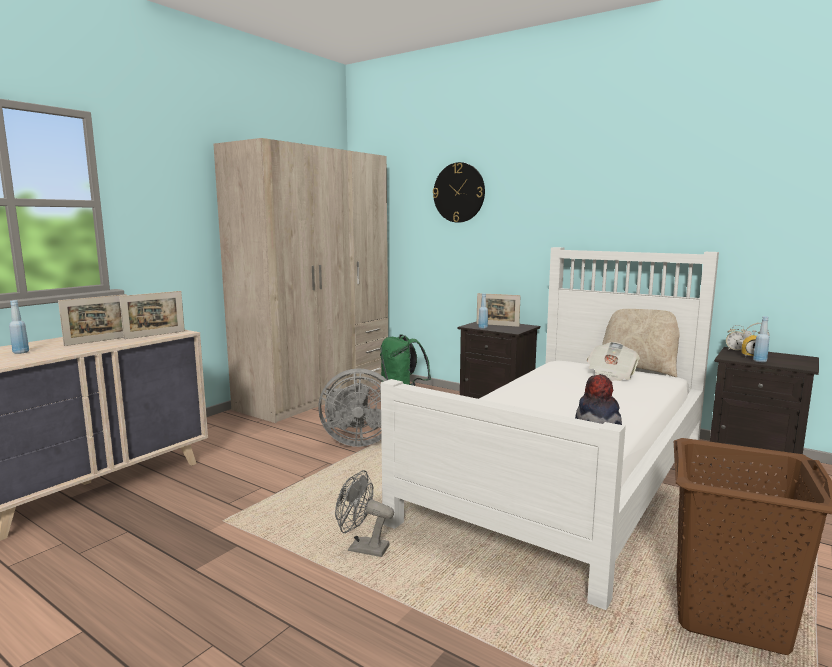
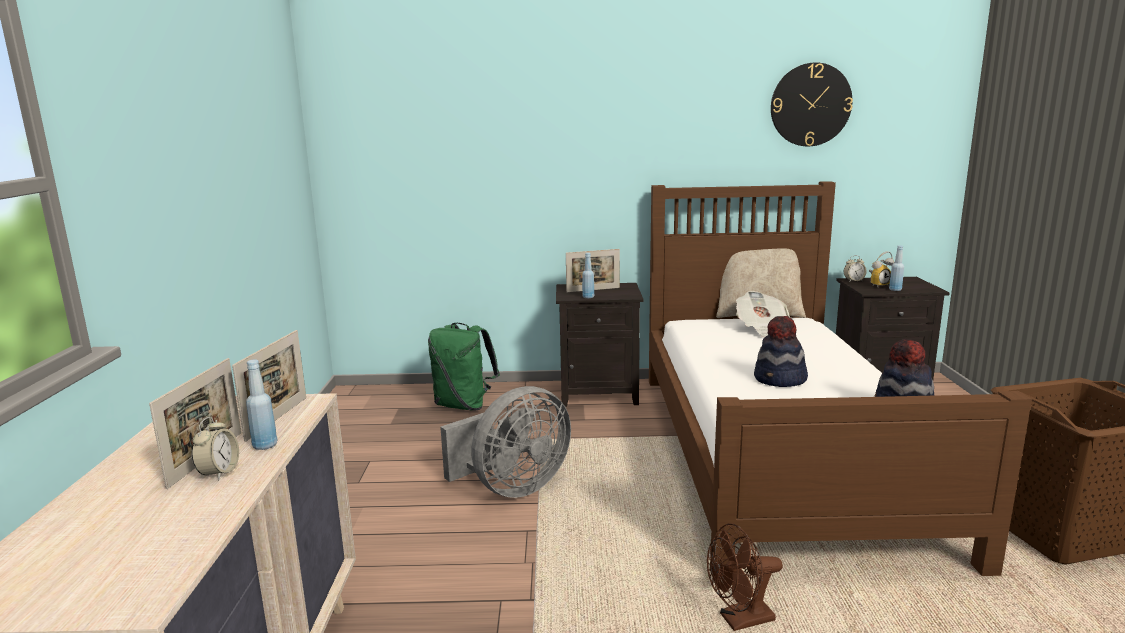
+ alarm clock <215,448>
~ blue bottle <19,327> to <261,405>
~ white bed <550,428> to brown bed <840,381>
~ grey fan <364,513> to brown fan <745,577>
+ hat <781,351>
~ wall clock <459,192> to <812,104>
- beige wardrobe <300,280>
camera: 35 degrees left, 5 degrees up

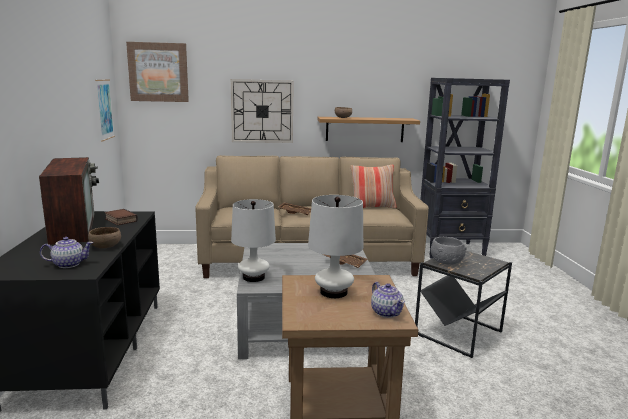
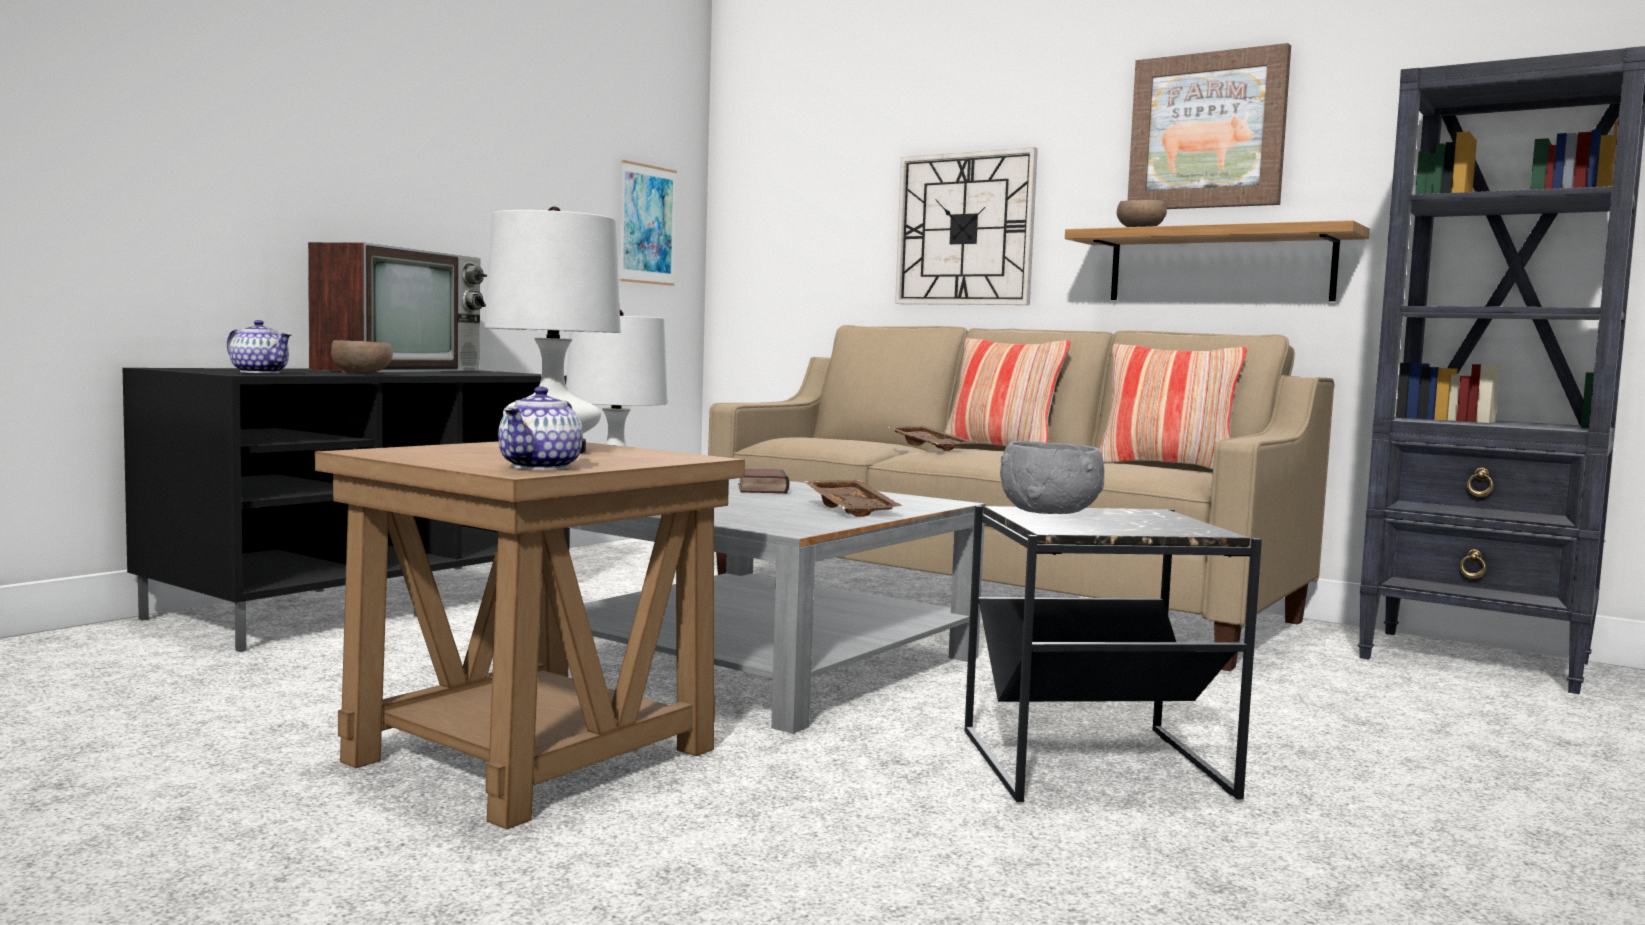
~ book <121,217> to <763,481>
+ pillow <1007,392>
~ picture <157,72> to <1209,126>
camera: 40 degrees right, 10 degrees down

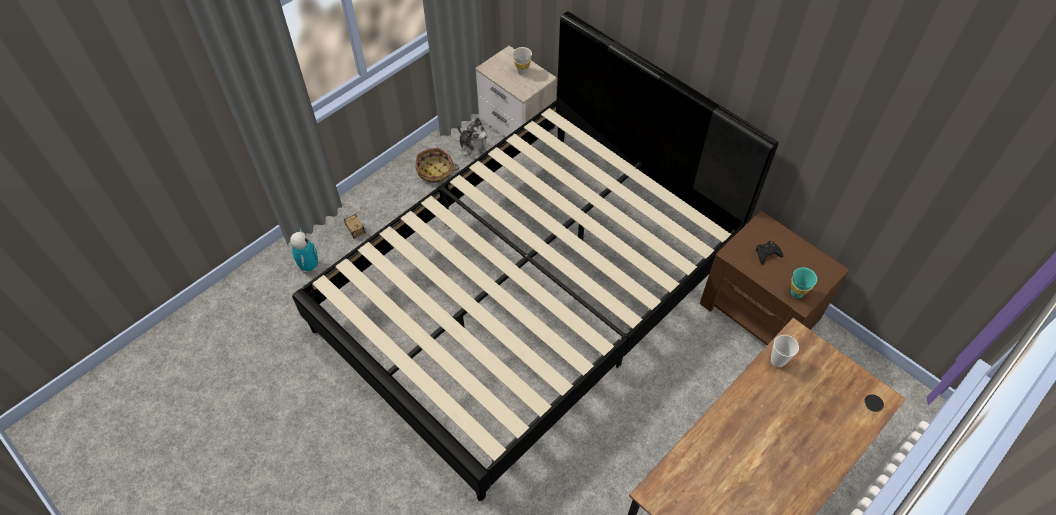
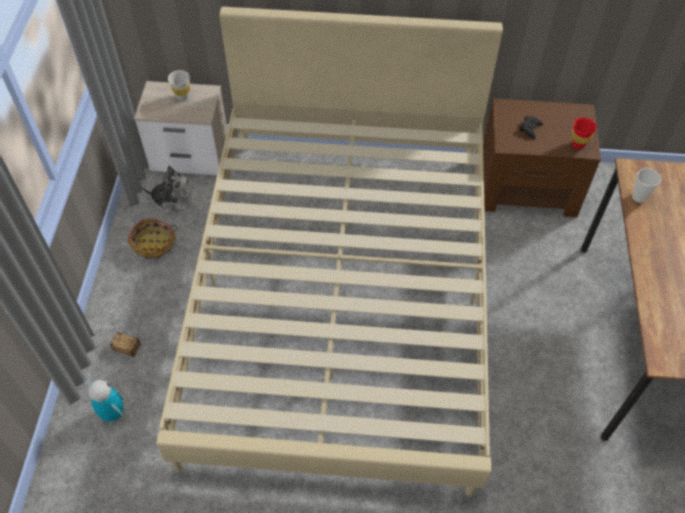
~ black bed <535,256> to beige bed <329,251>
~ turquoise cup <804,282> to red cup <584,133>
camera: 40 degrees left, 0 degrees up

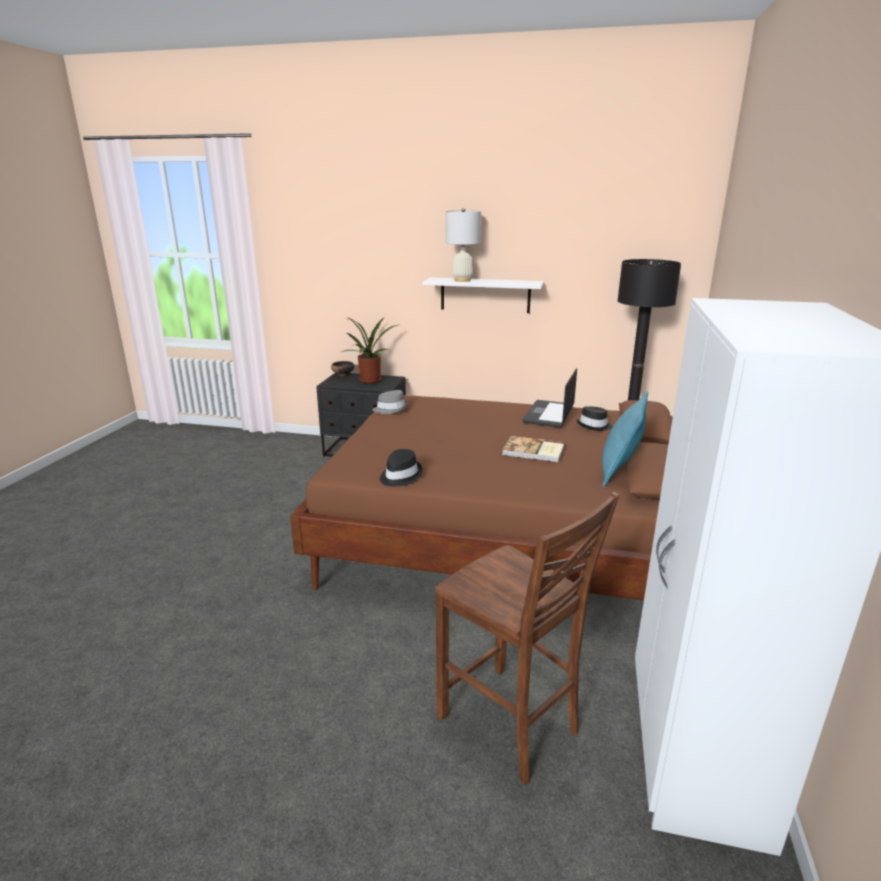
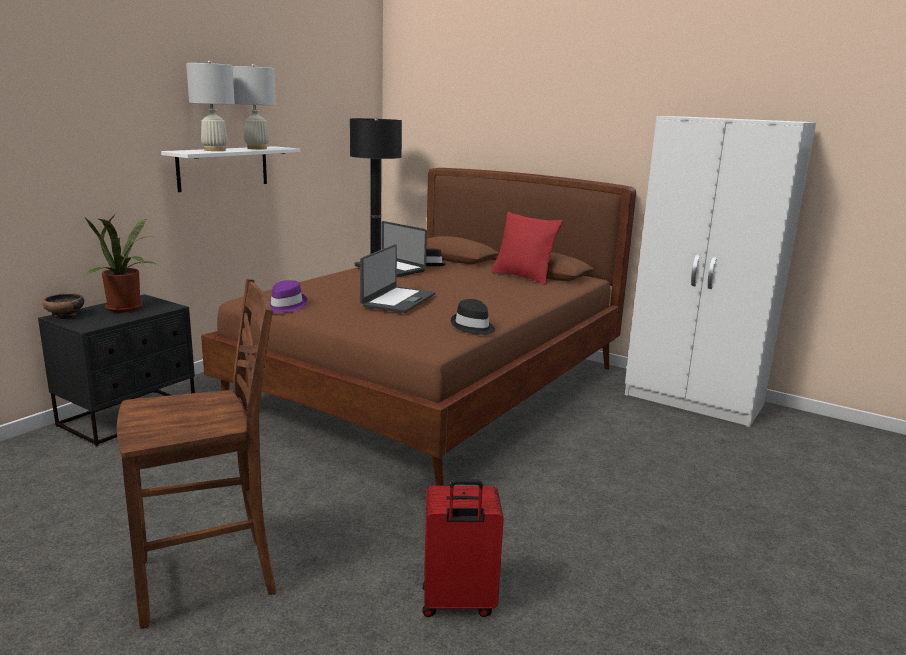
~ brown chair <527,638> to <196,454>
+ white table lamp <254,106>
~ grey hat <390,402> to purple hat <288,296>
+ laptop <398,278>
+ red suitcase <463,548>
~ turquoise pillow <625,439> to red pillow <527,248>
- book <533,449>
camera: 70 degrees left, 5 degrees down

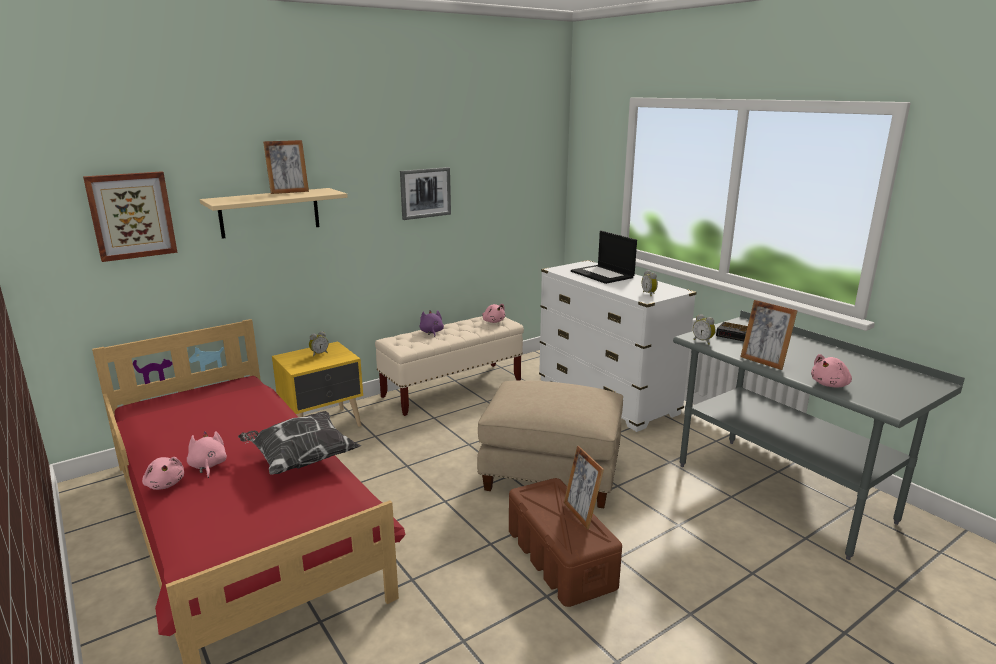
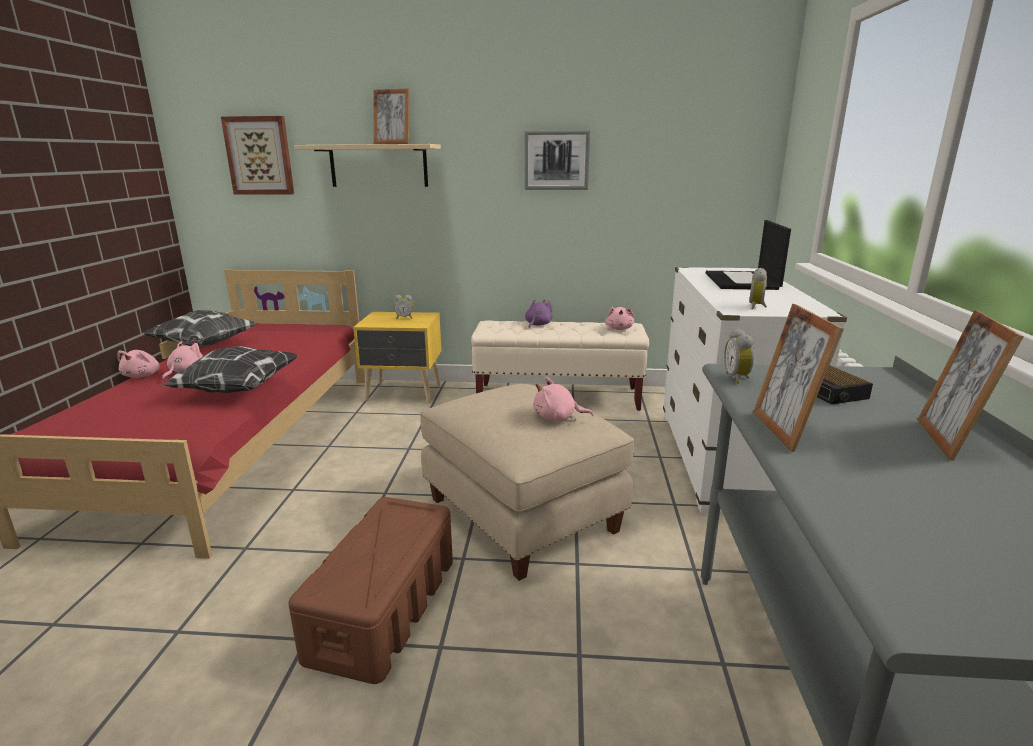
+ pillow <201,328>
~ pink plush toy <831,370> to <563,399>
~ picture frame <584,487> to <970,385>
camera: 40 degrees right, 0 degrees up

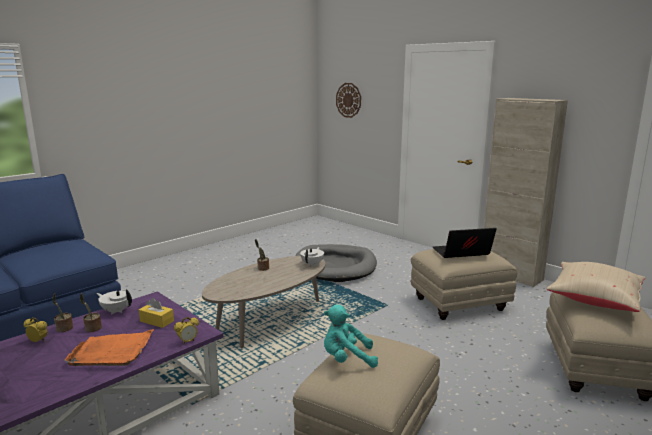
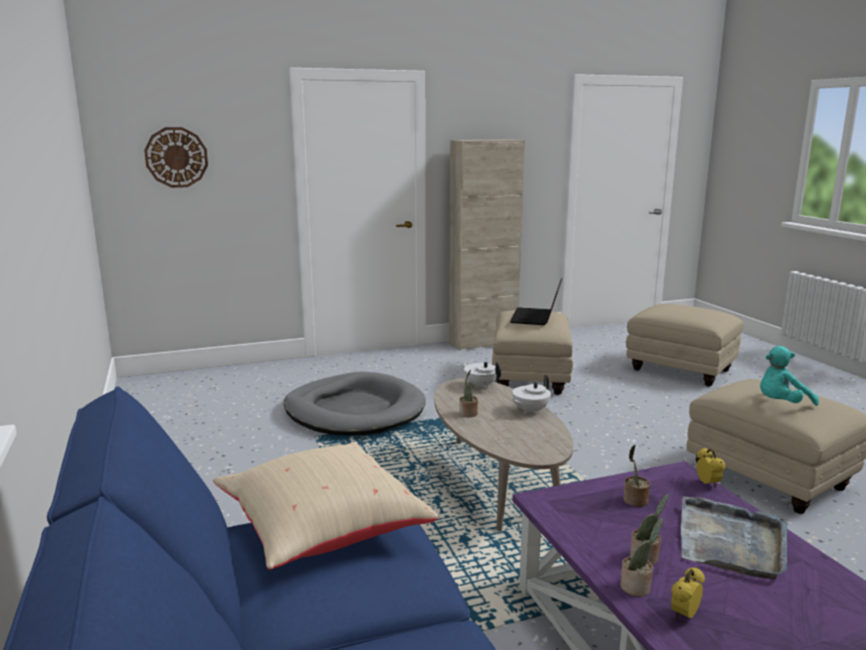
~ beige pillow <596,287> to <325,505>
~ white teapot <114,301> to <531,394>
~ yellow tissue box <156,313> to potted plant <636,476>
~ orange tray <109,347> to grey tray <734,538>
~ turquoise plush toy <351,336> = <789,376> 45 degrees clockwise
camera: 65 degrees left, 0 degrees up

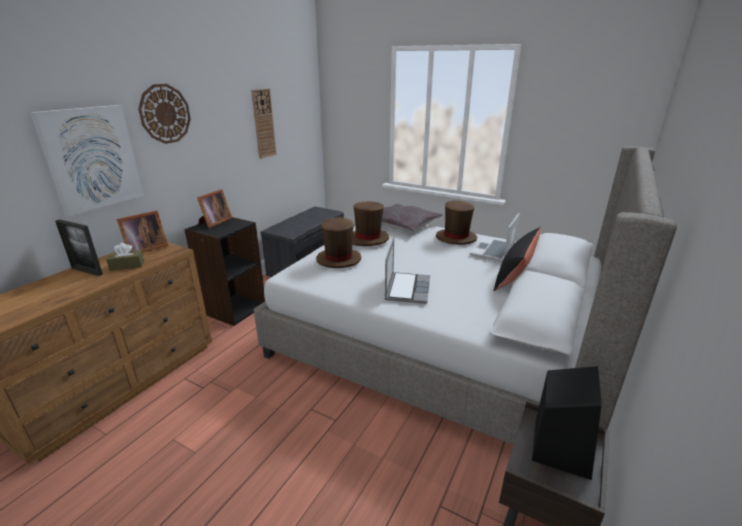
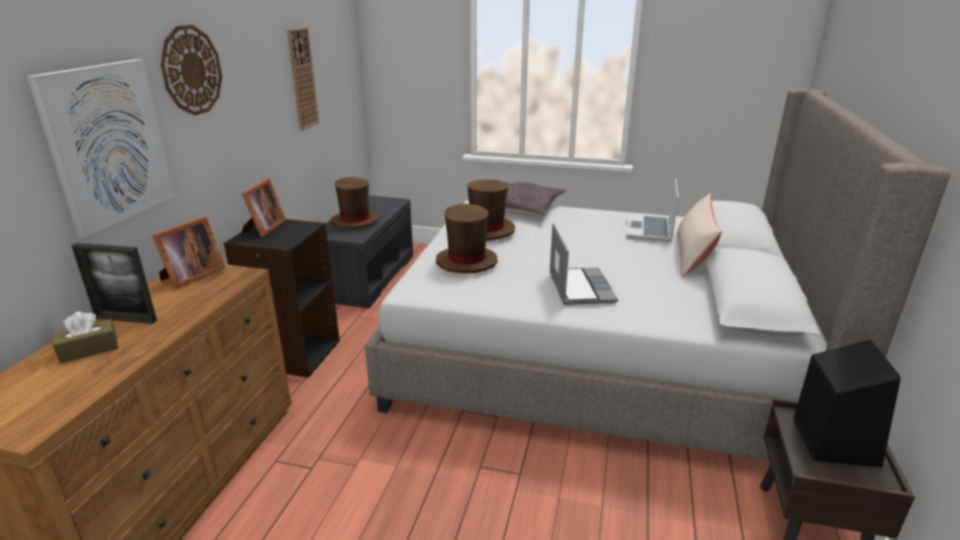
~ brown tissue box <125,257> to <85,337>
~ brown hat <456,222> to <355,203>
~ black pillow <517,259> to beige pillow <699,236>
camera: 15 degrees left, 0 degrees up

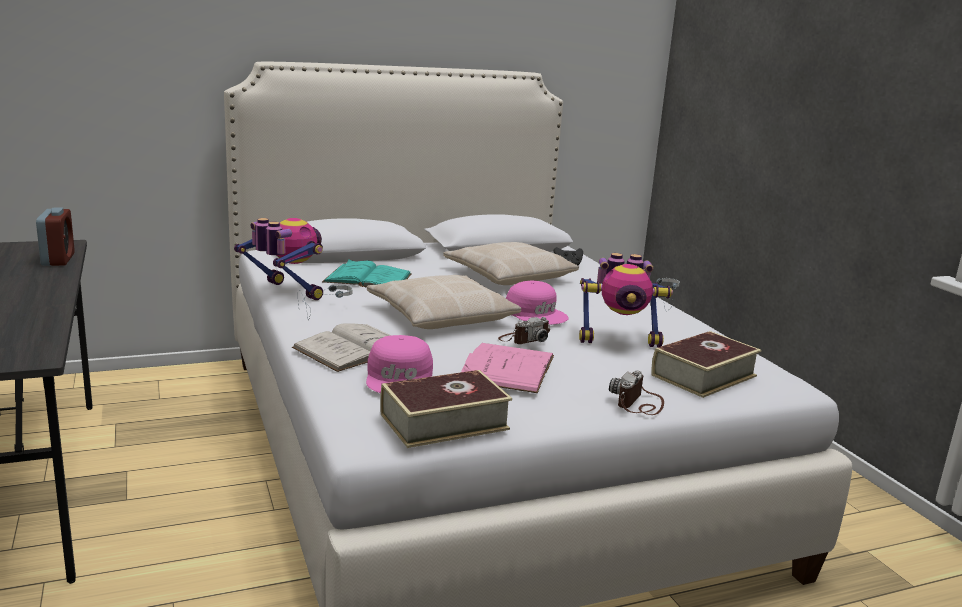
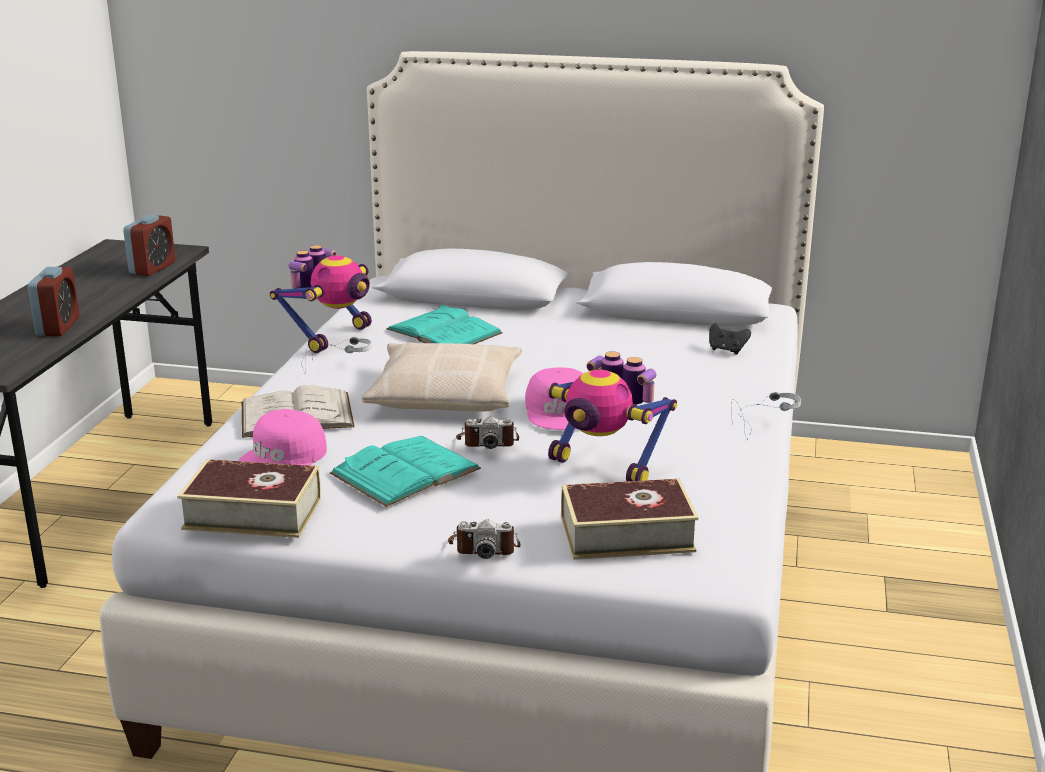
+ alarm clock <53,301>
~ toy robot <278,259> = <321,299> 45 degrees clockwise
~ pink book <507,368> to turquoise book <405,471>
~ photo camera <636,393> = <484,539> 150 degrees counterclockwise
- beige pillow <511,263>
camera: 35 degrees right, 5 degrees up

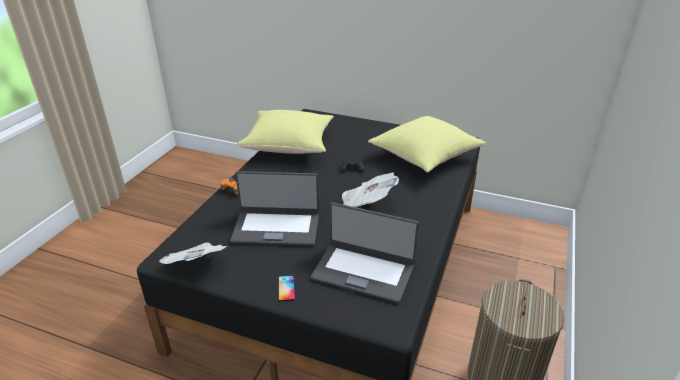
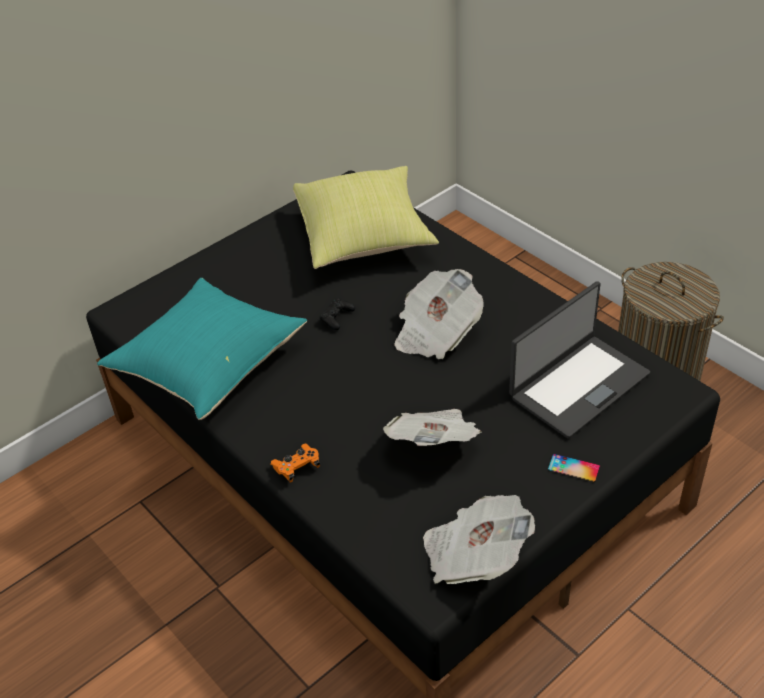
~ yellow pillow <285,132> to turquoise pillow <202,349>
~ laptop <274,208> to newspaper <432,427>
camera: 60 degrees left, 10 degrees up

